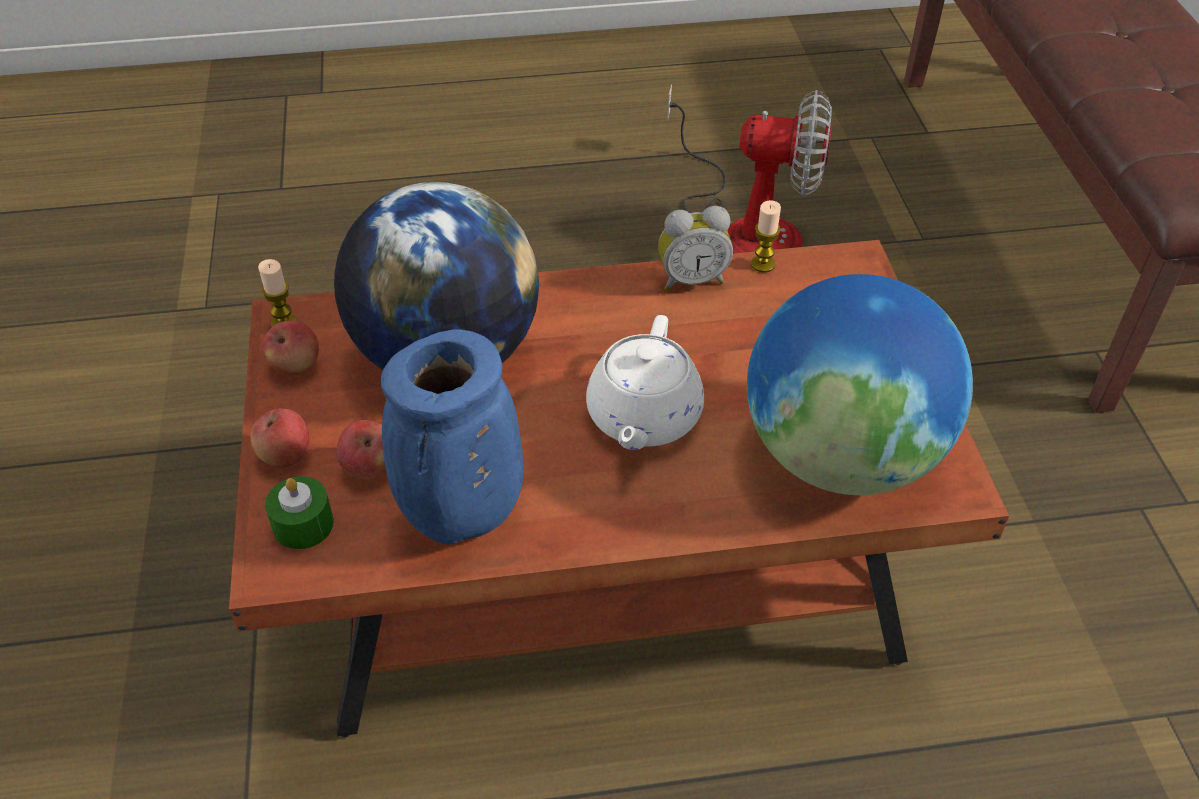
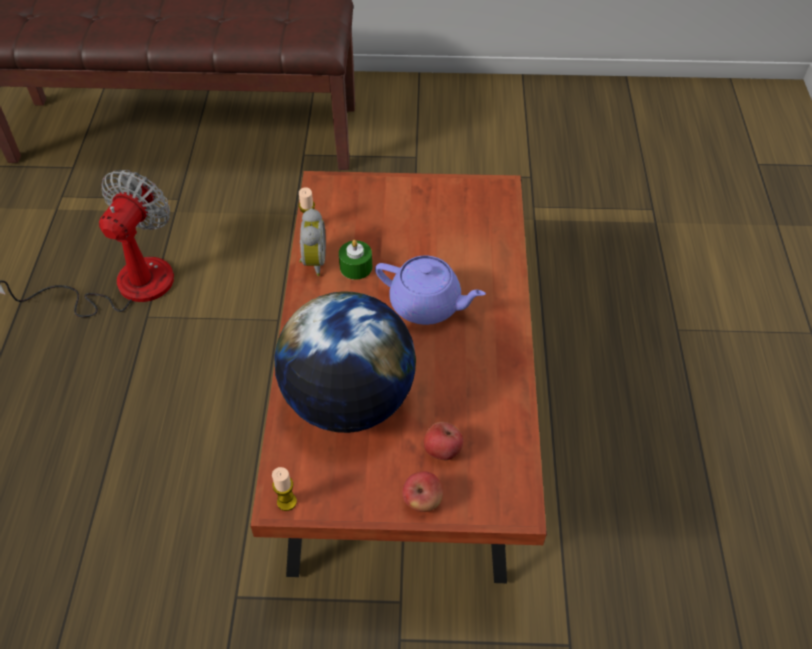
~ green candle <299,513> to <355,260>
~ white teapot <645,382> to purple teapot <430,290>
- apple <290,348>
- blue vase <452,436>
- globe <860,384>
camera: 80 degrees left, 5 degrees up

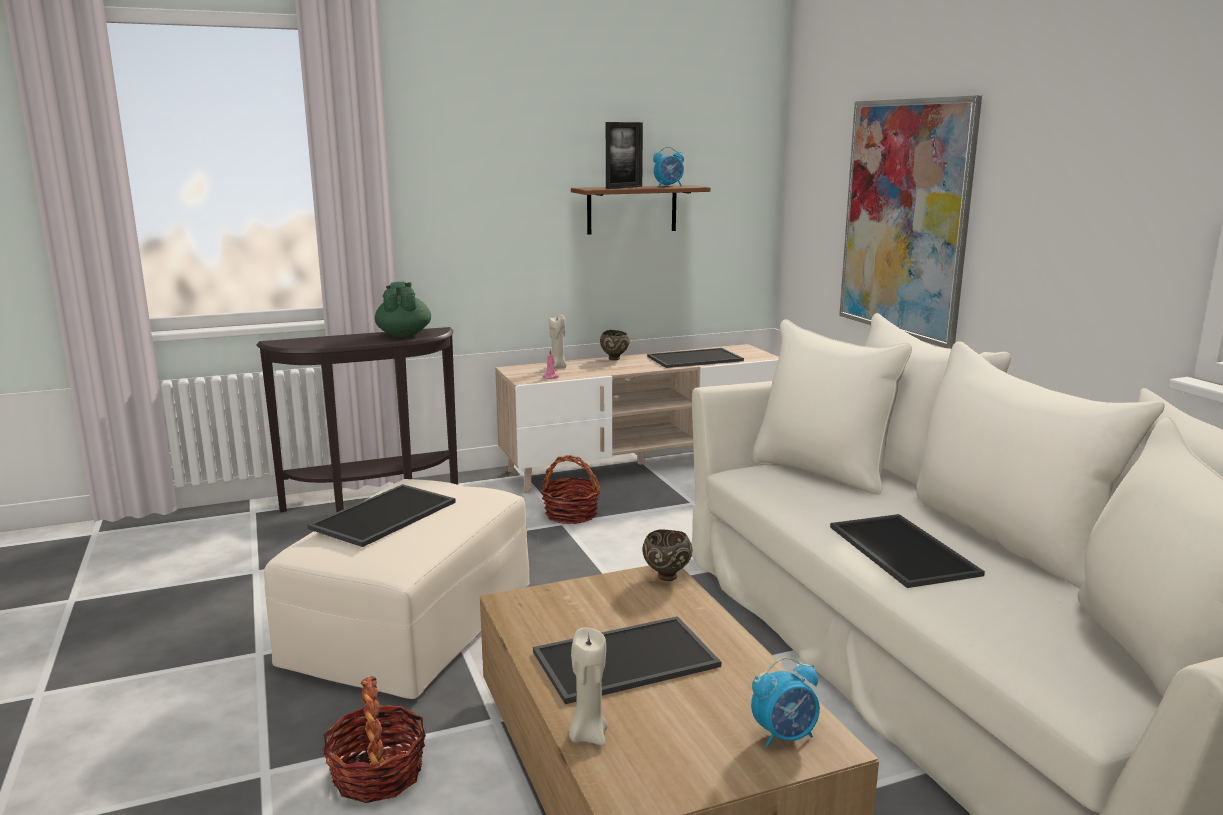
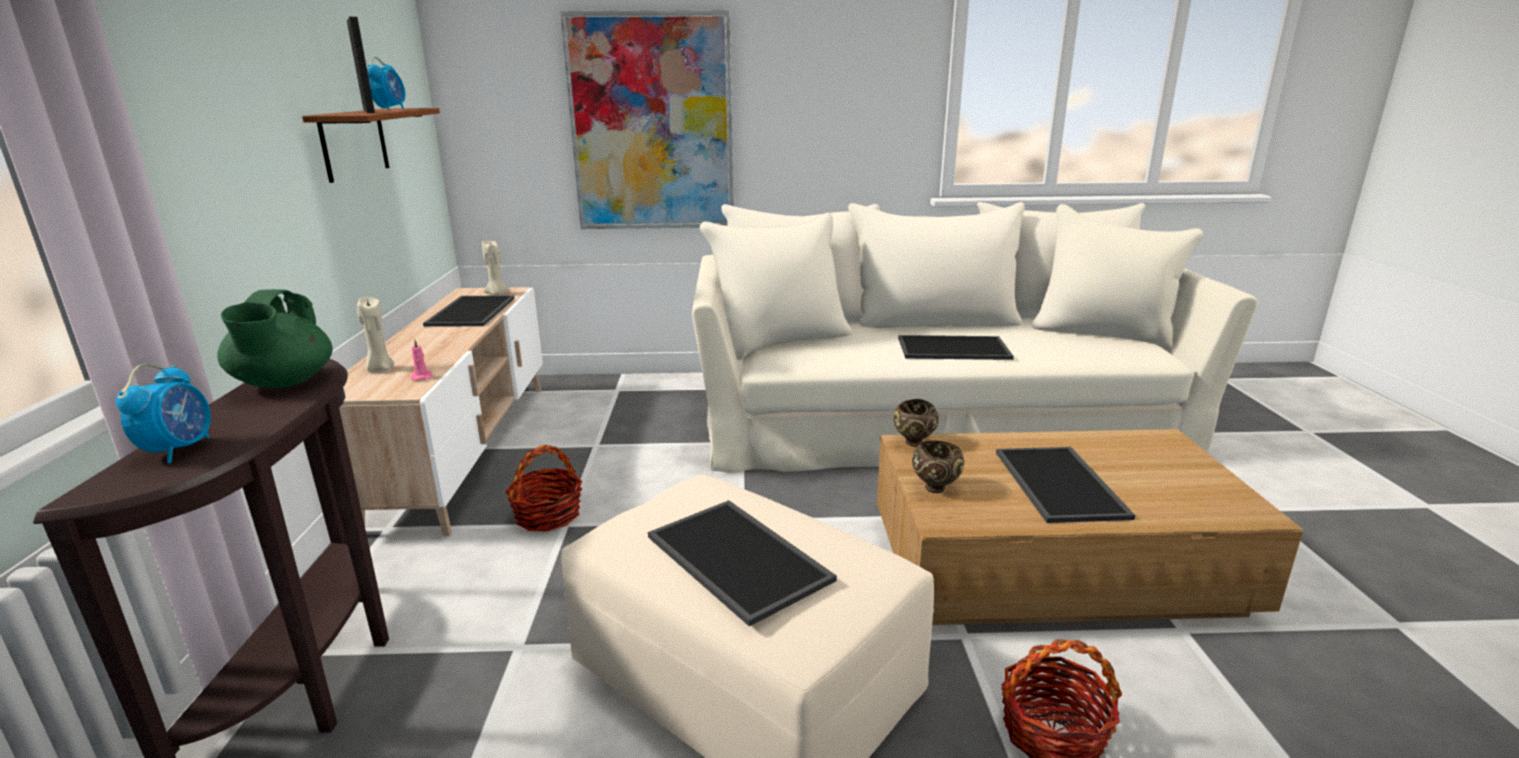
~ alarm clock <785,702> to <163,413>
~ green teapot <403,309> = <275,339> 105 degrees counterclockwise
~ beige candle <588,686> to <496,268>
~ brown bowl <614,345> to <938,467>
camera: 70 degrees left, 5 degrees up

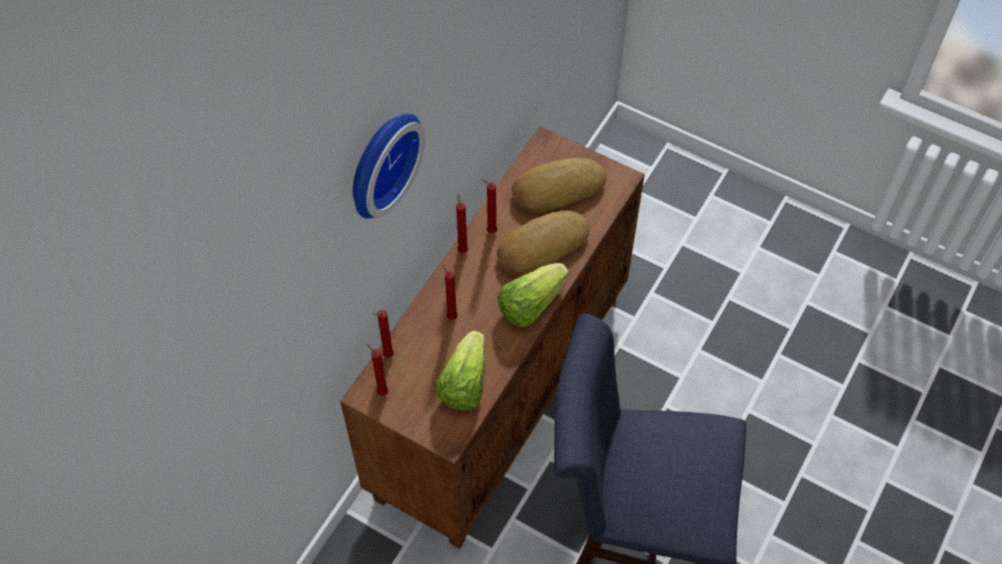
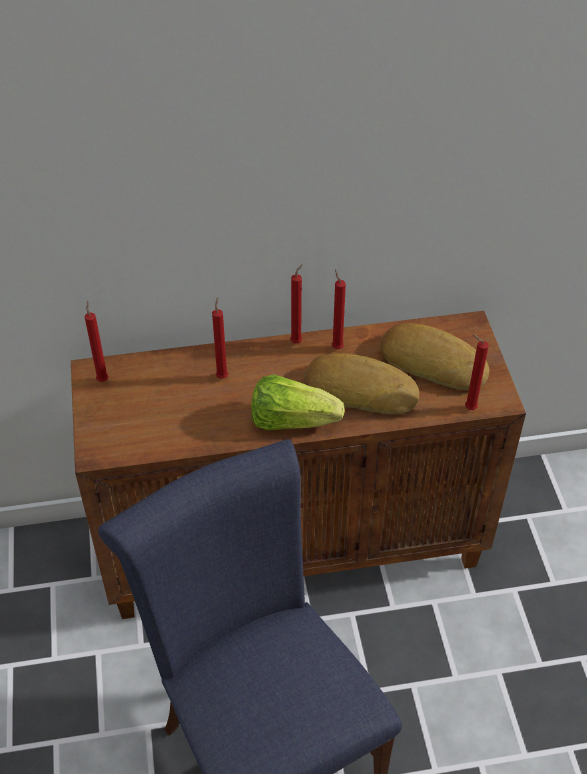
~ red candle <383,334> to <477,372>
- wall clock <389,166>
- lettuce <460,370>
camera: 50 degrees right, 10 degrees down

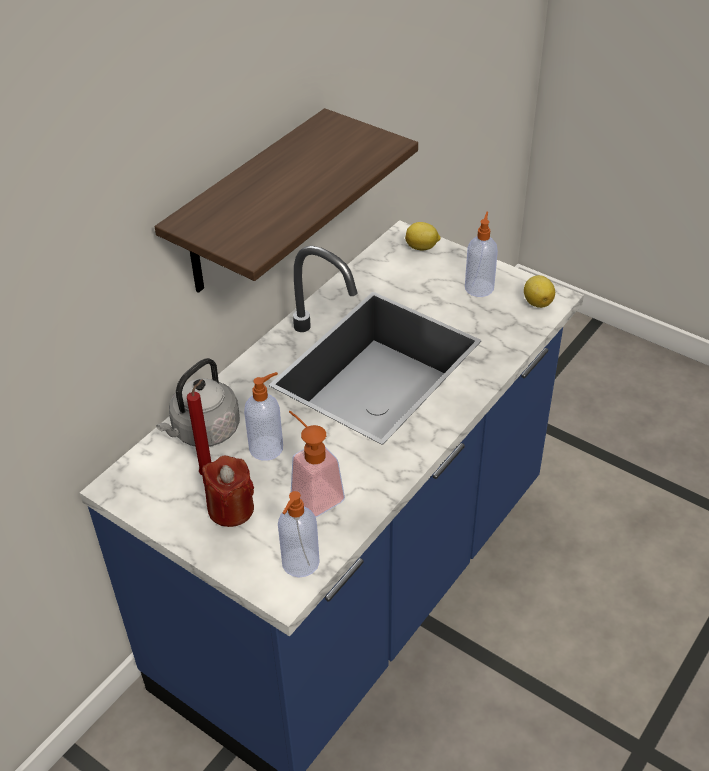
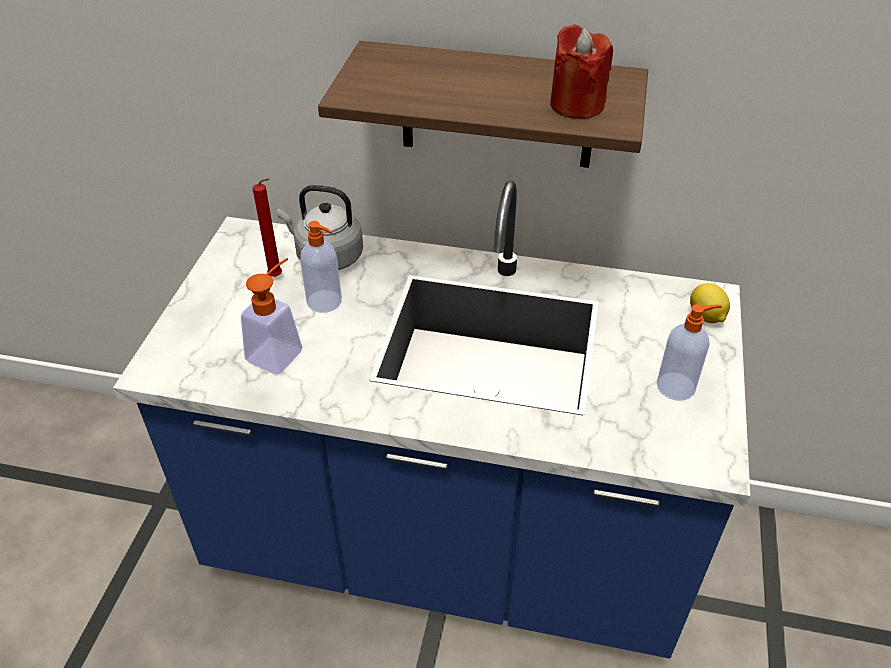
~ red candle <228,491> to <581,71>
- soap dispenser <299,534>
- lemon <539,291>
camera: 65 degrees right, 0 degrees up

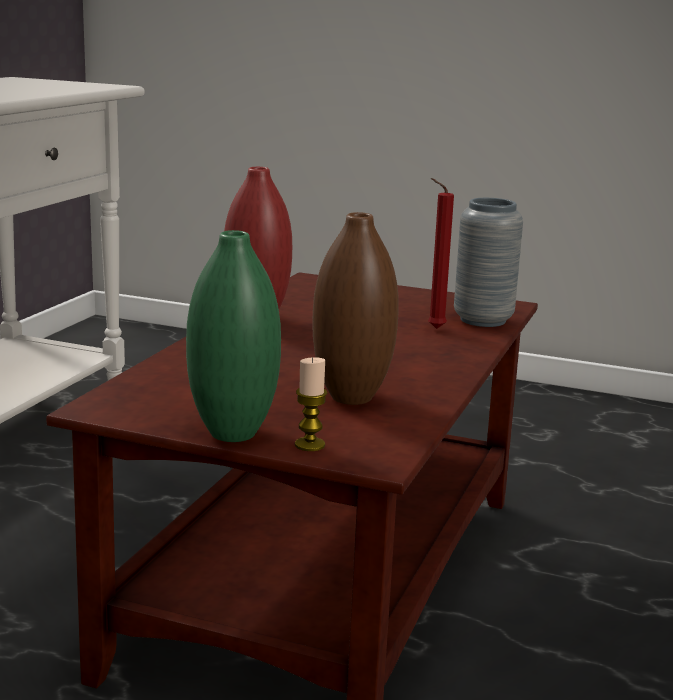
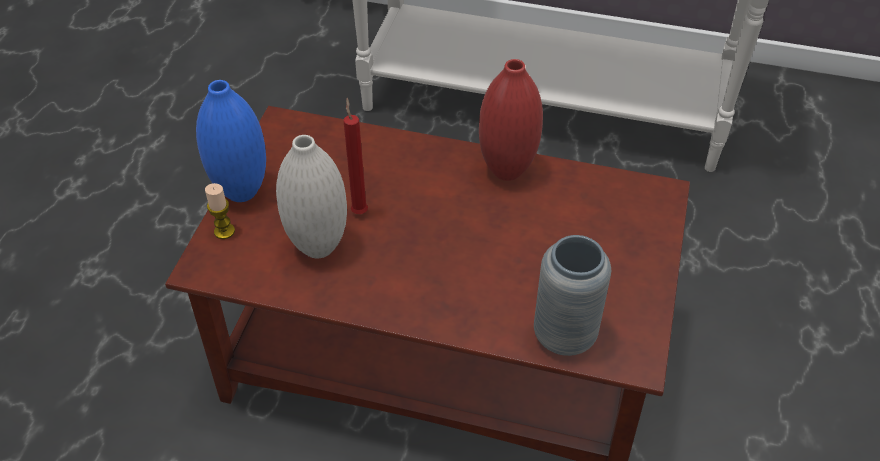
~ green vase <233,336> to blue vase <231,141>
~ brown vase <355,308> to white vase <311,196>
~ red candle <441,253> to <356,156>
camera: 85 degrees right, 30 degrees up

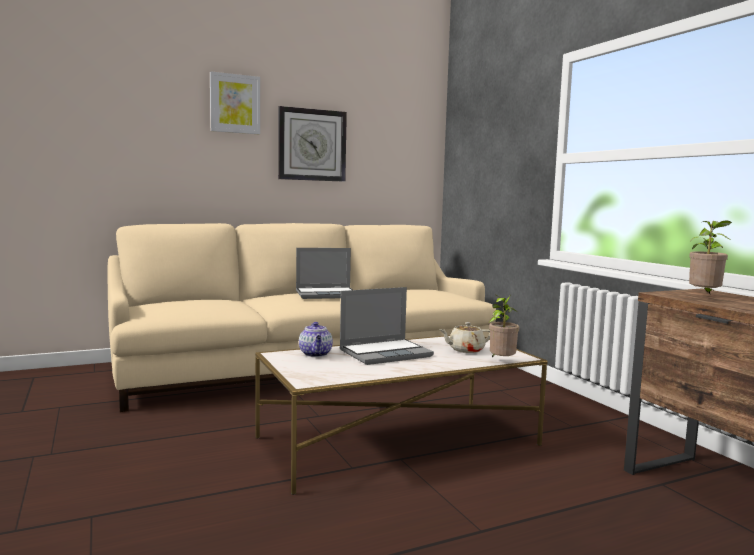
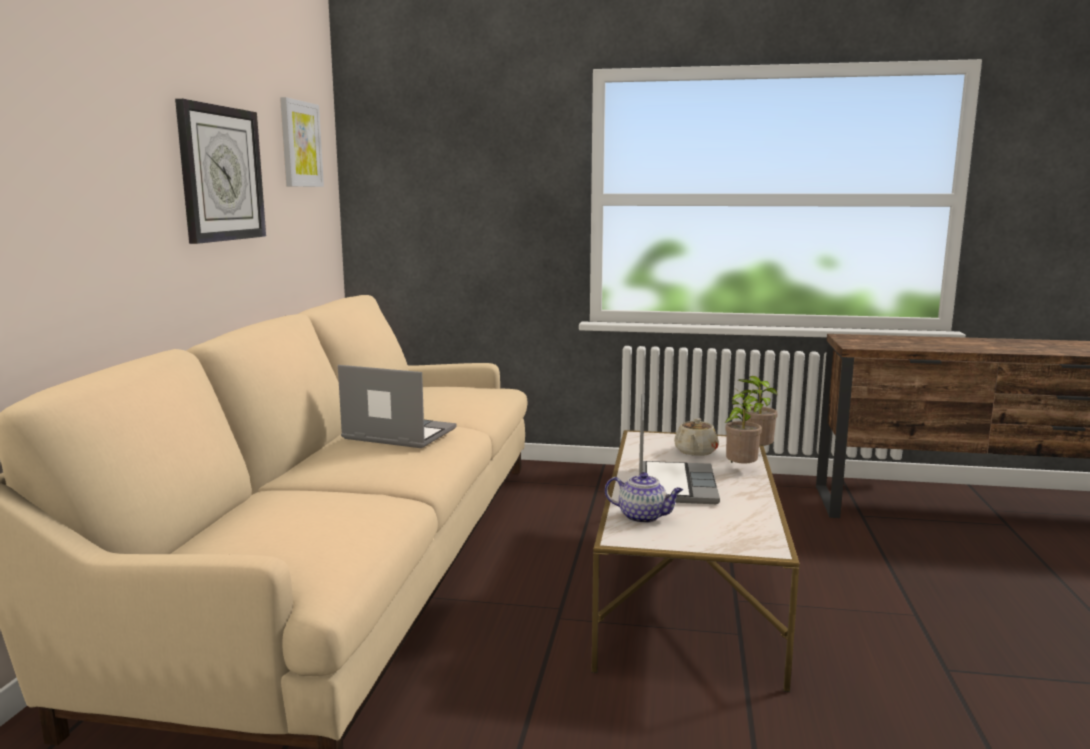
~ picture <235,102> to <302,142>
~ laptop <324,273> = <397,406> 90 degrees counterclockwise
~ potted plant <710,257> to <743,426>
camera: 55 degrees left, 5 degrees up

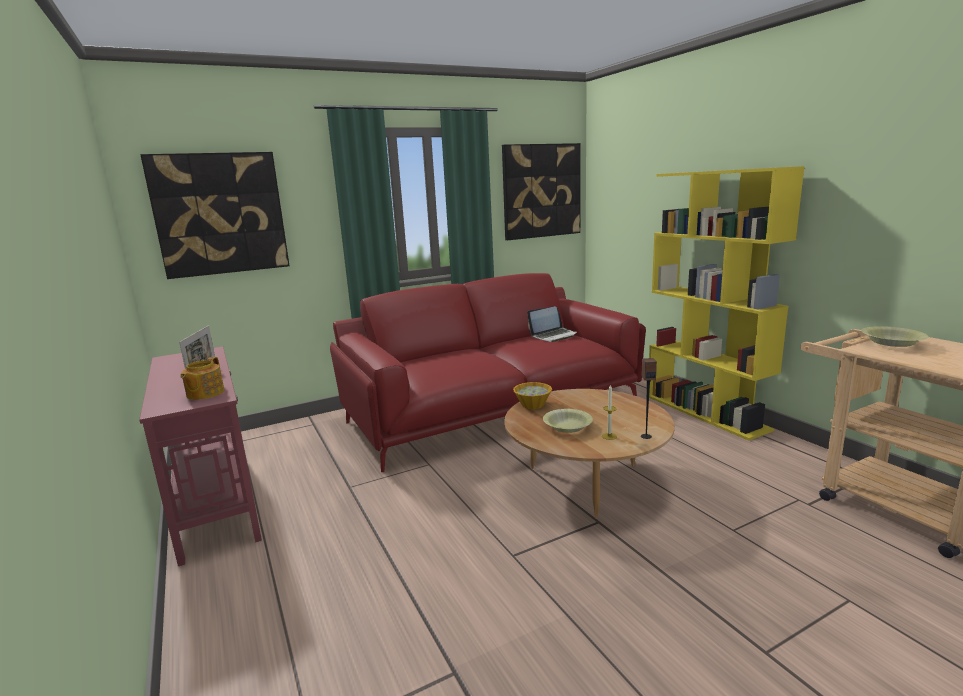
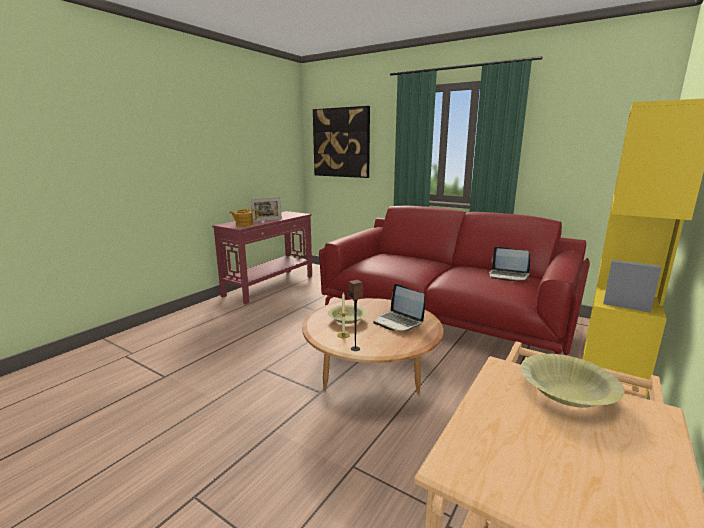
+ laptop <399,307>
- picture <541,191>
- bowl <532,395>
camera: 60 degrees right, 0 degrees up

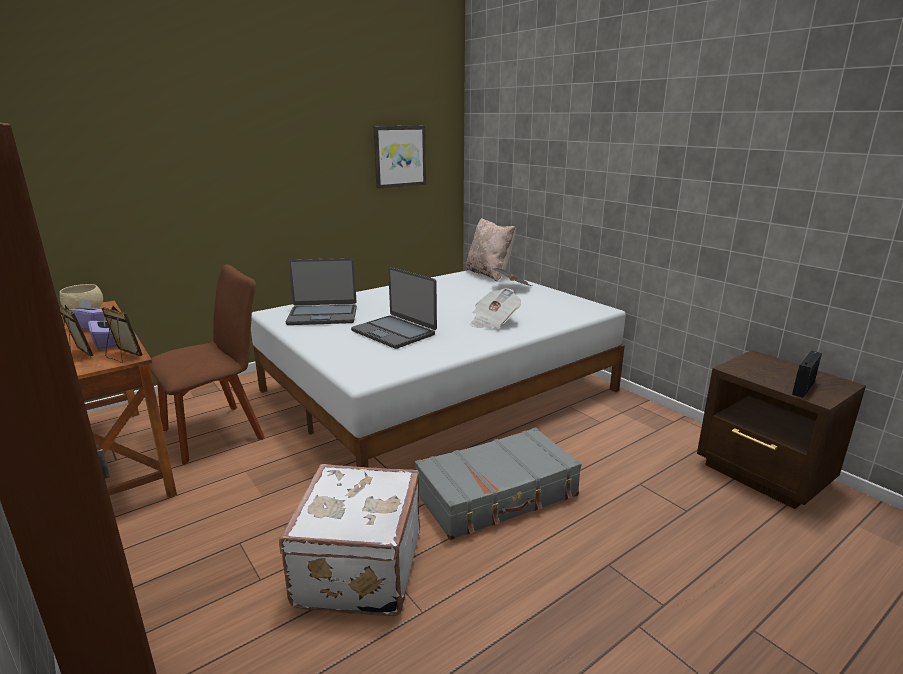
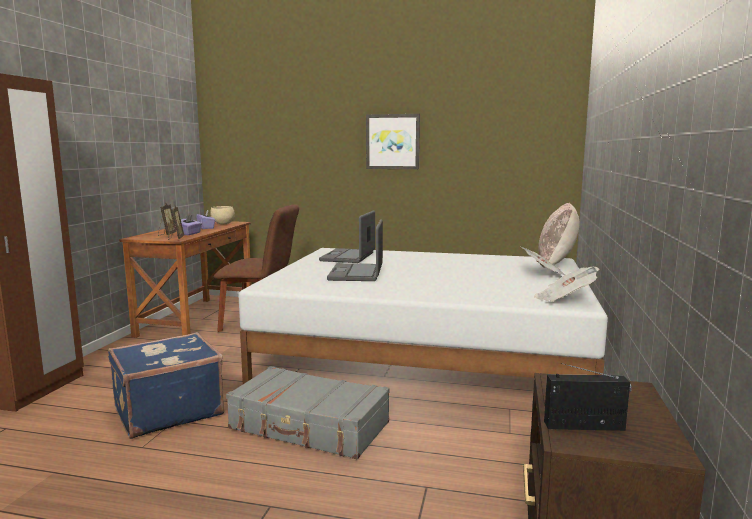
~ white suitcase <349,540> to blue suitcase <166,385>
~ laptop <321,291> = <347,236> 60 degrees clockwise
~ picture <399,157> to <393,141>
~ newspaper <495,308> to <567,284>
camera: 50 degrees right, 10 degrees down

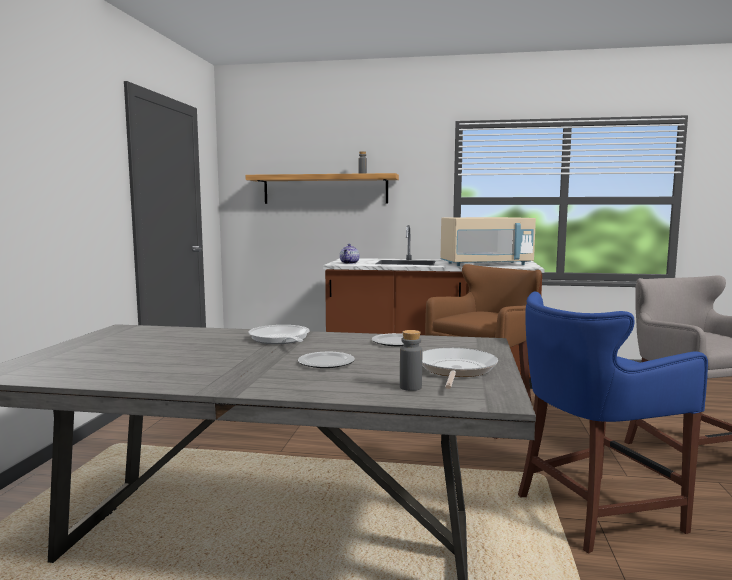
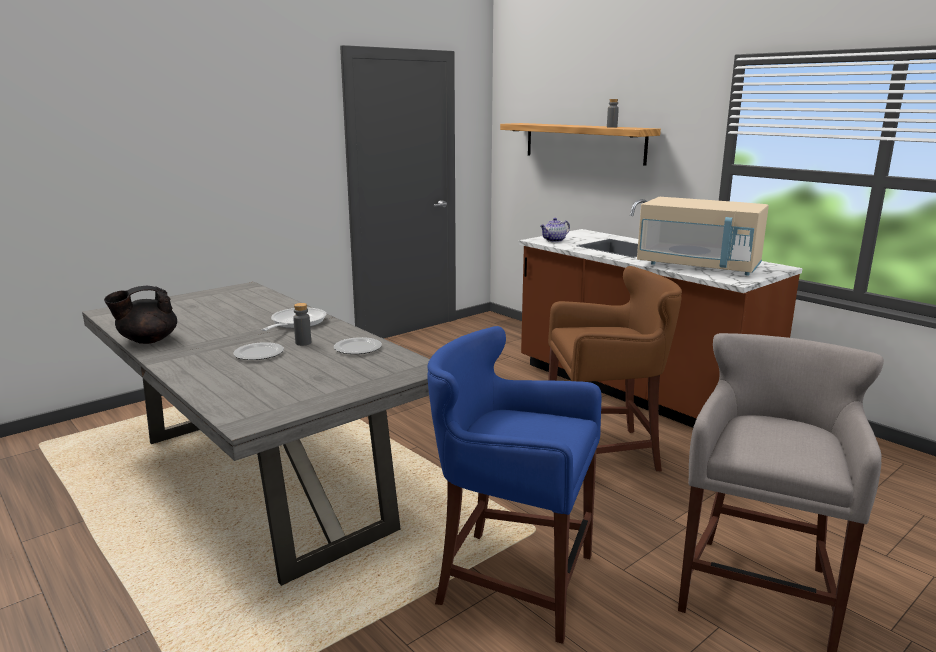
+ black teapot <140,315>
~ grey bottle <411,360> to <302,324>
- frying pan <460,368>
camera: 40 degrees right, 10 degrees up

